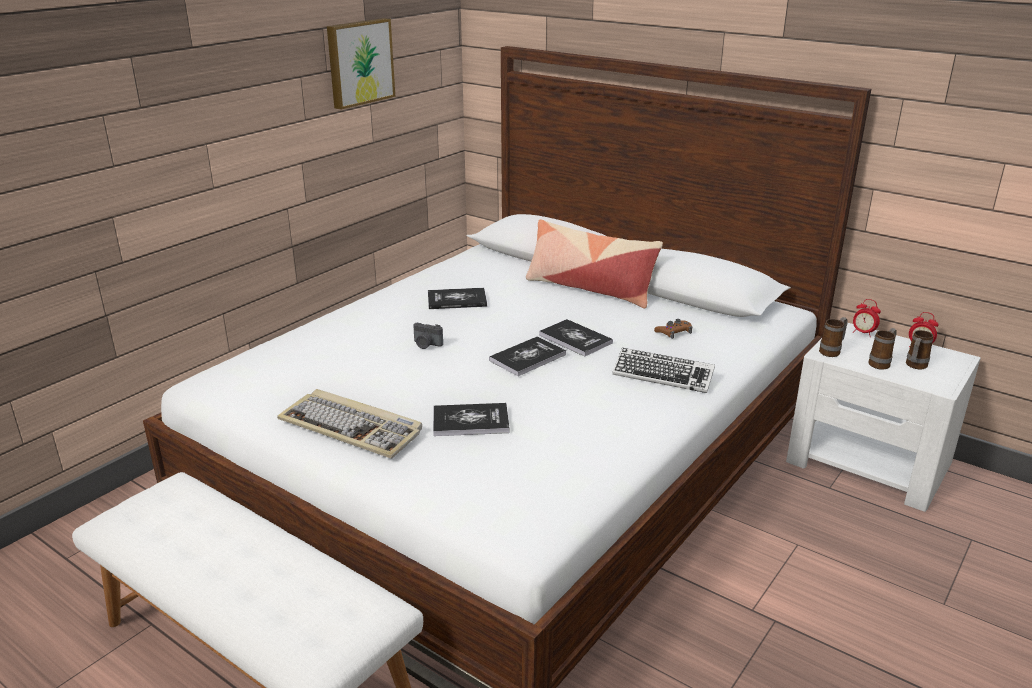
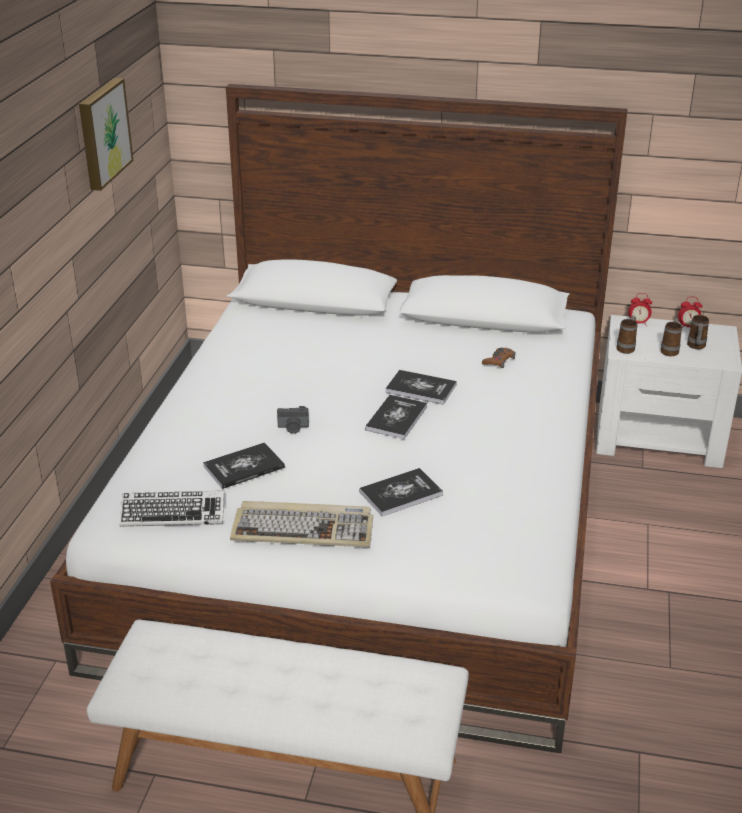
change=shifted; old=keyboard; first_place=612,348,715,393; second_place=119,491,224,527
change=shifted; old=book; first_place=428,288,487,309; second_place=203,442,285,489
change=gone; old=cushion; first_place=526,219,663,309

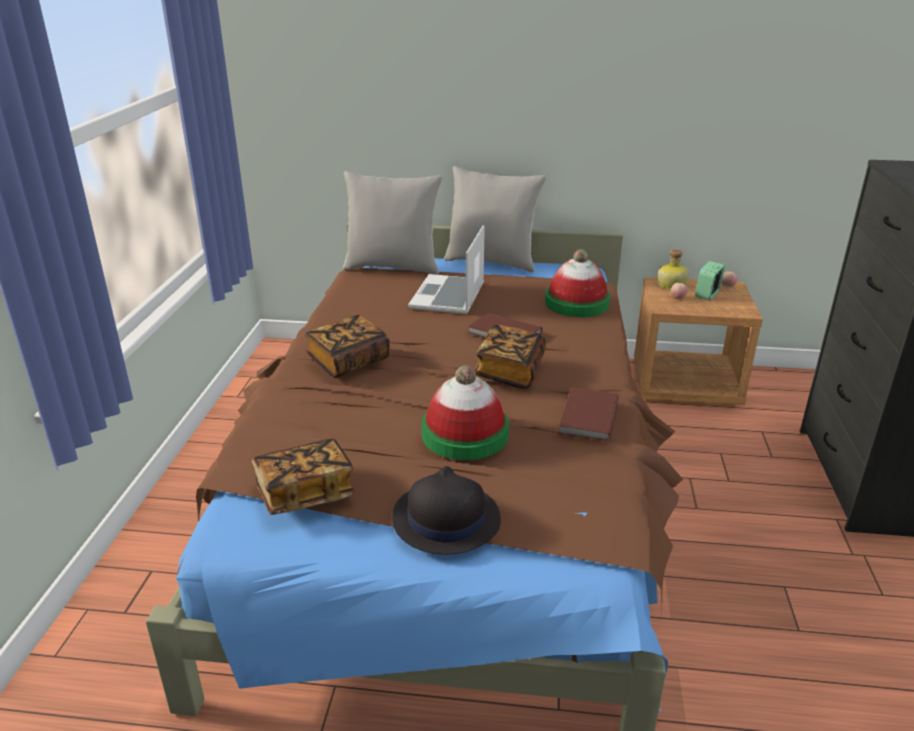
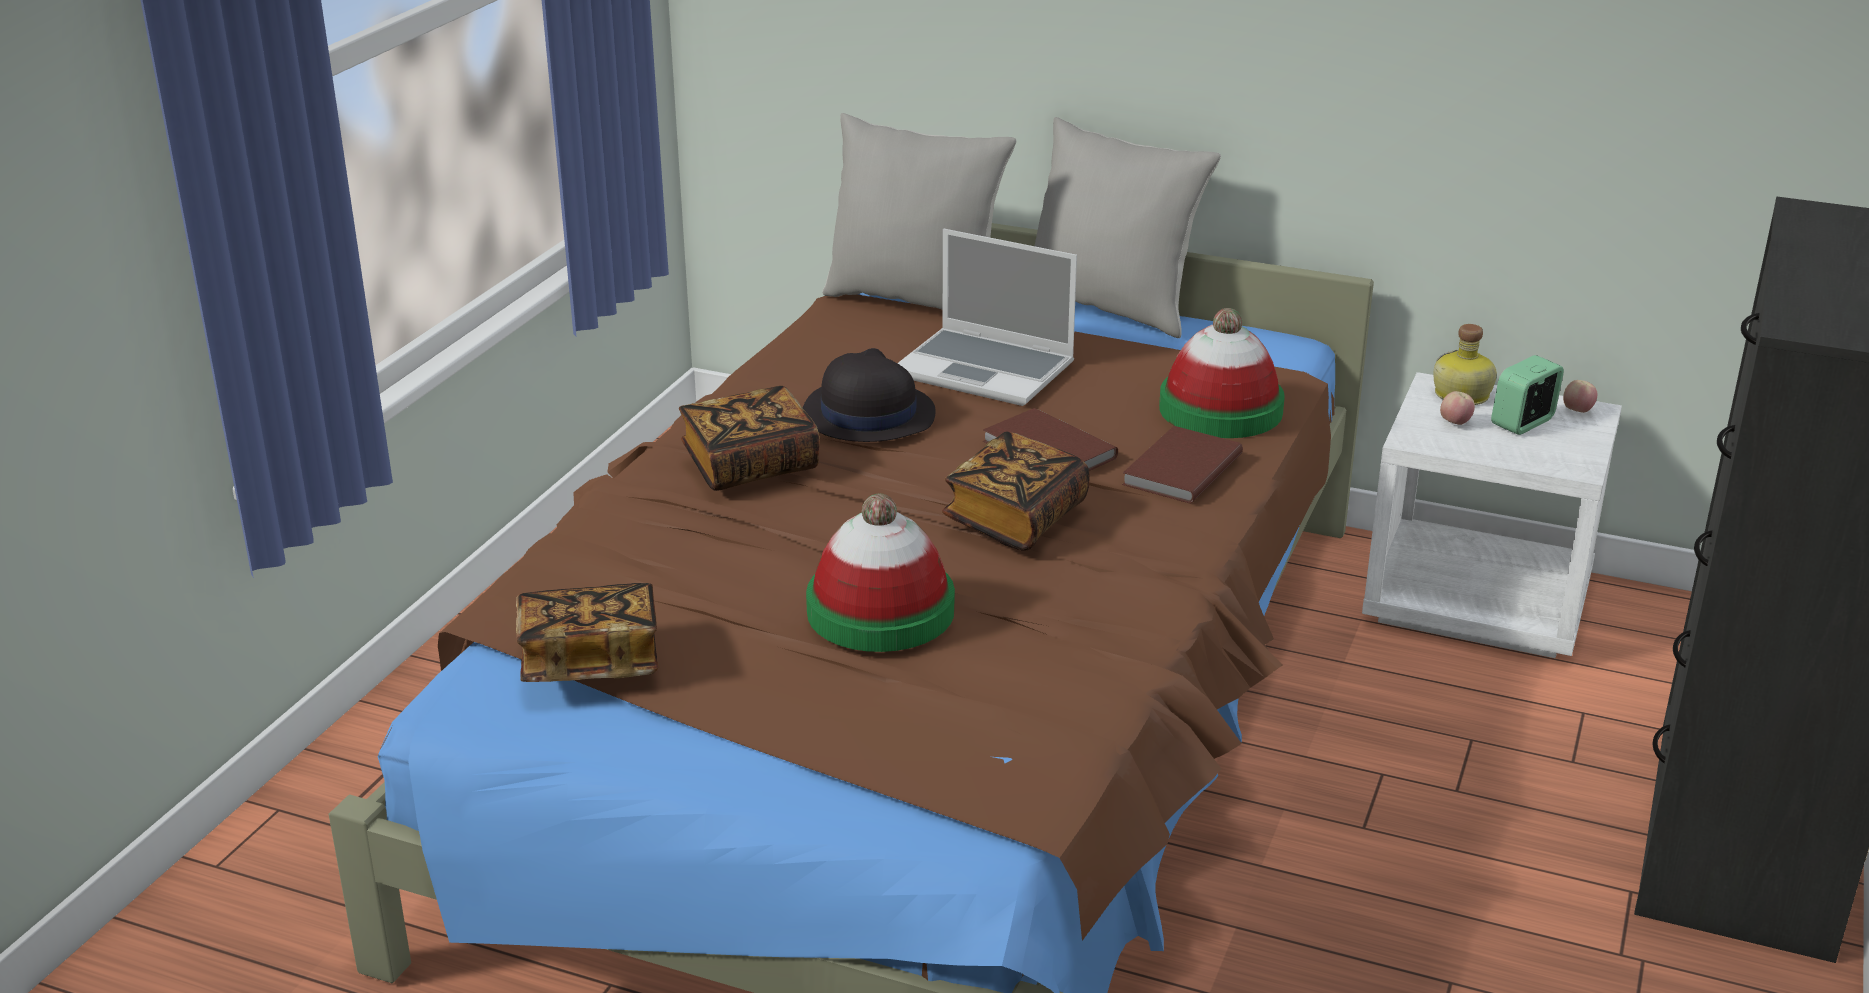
change=shifted; old=black_hat; first_place=392,466,501,554; second_place=803,348,936,442
change=rotated; old=laptop; first_place=408,225,485,314; second_place=897,228,1077,406; degrees=-90
change=shifted; old=brownish_book; first_place=558,387,619,441; second_place=1122,426,1243,504
change=repainted; old=brownish_night_table; new=whitish_night_table; first_place=634,277,763,407; second_place=1362,372,1622,658

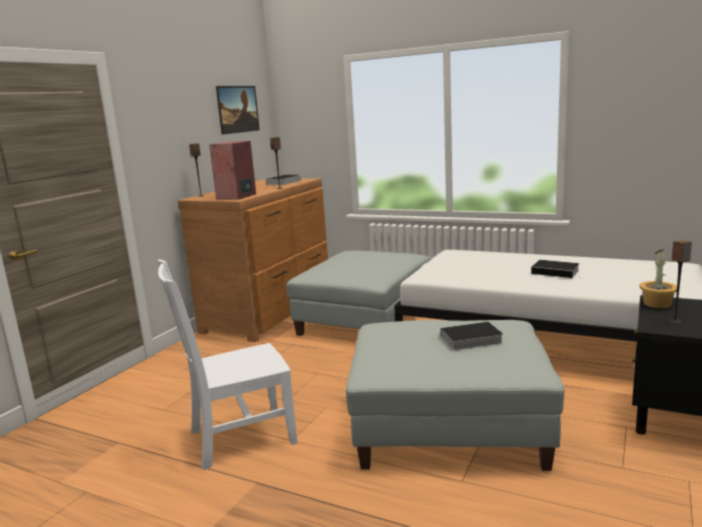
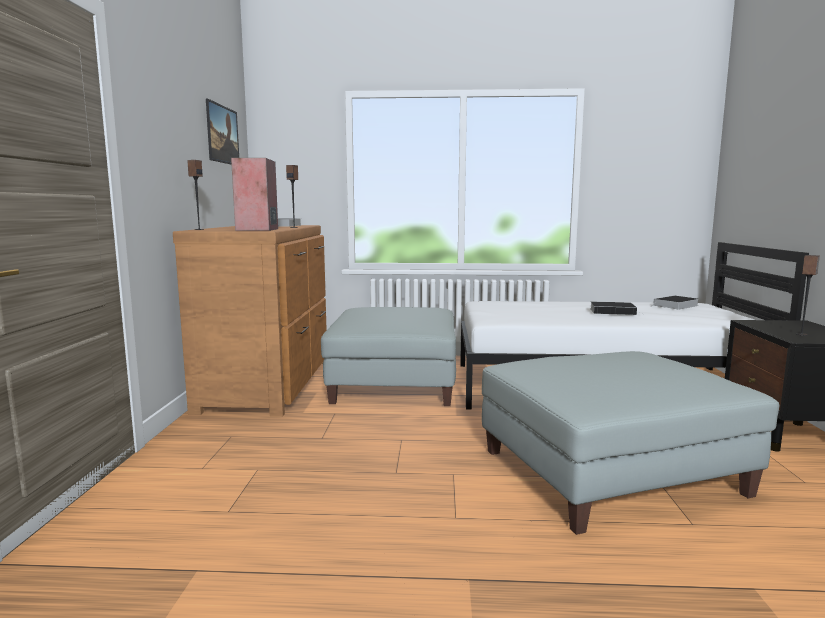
change=shifted; old=book; first_place=437,321,503,351; second_place=653,296,698,309
change=gone; old=whitish_plain_chair; first_place=157,259,297,470
change=gone; old=potted_plant; first_place=639,249,677,308

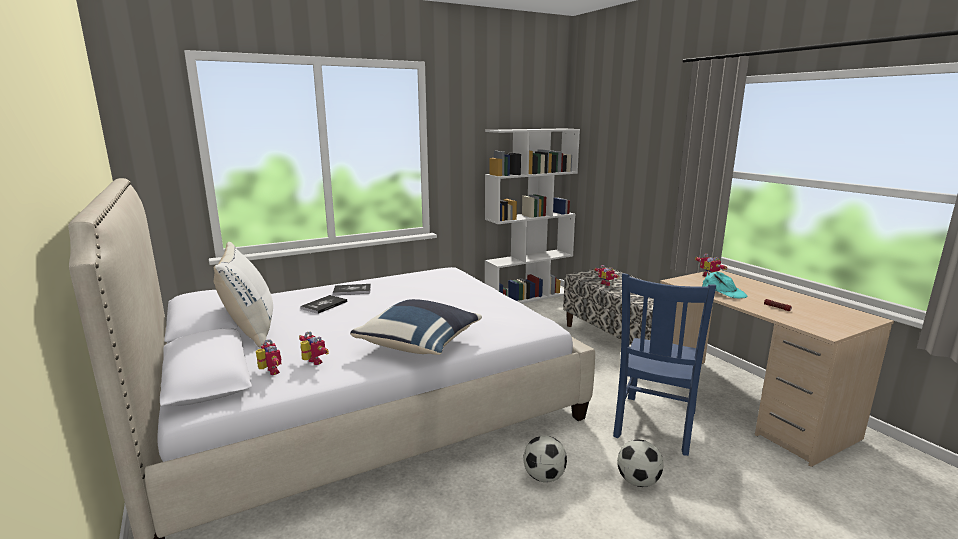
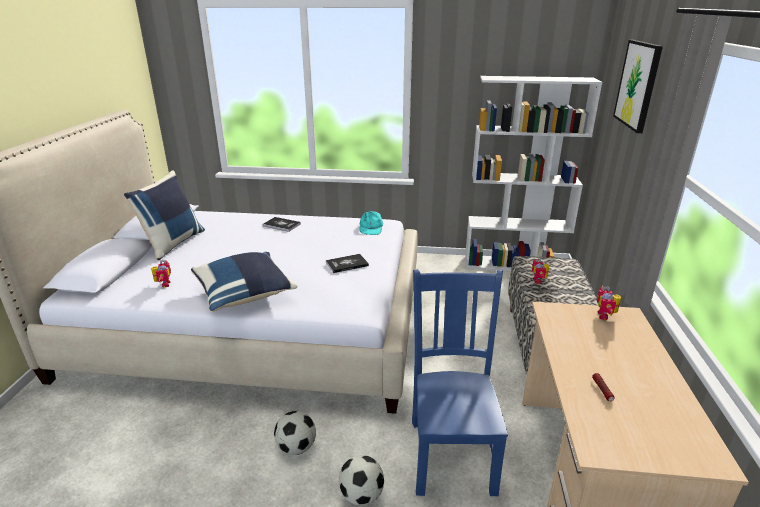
change=repainted; old=whitish_cushion; new=blue_cushion; first_place=214,242,273,348; second_place=124,170,205,260
change=shifted; old=book; first_place=300,295,347,314; second_place=326,254,369,273
change=shifted; old=blue-green_cap; first_place=702,272,748,298; second_place=359,211,383,235
change=rotated; old=blue_plain_chair; first_place=613,273,716,456; second_place=412,269,508,496; degrees=120
change=new; new=picture; second_place=613,40,663,133
change=gone; old=toy_robot; first_place=256,340,282,375

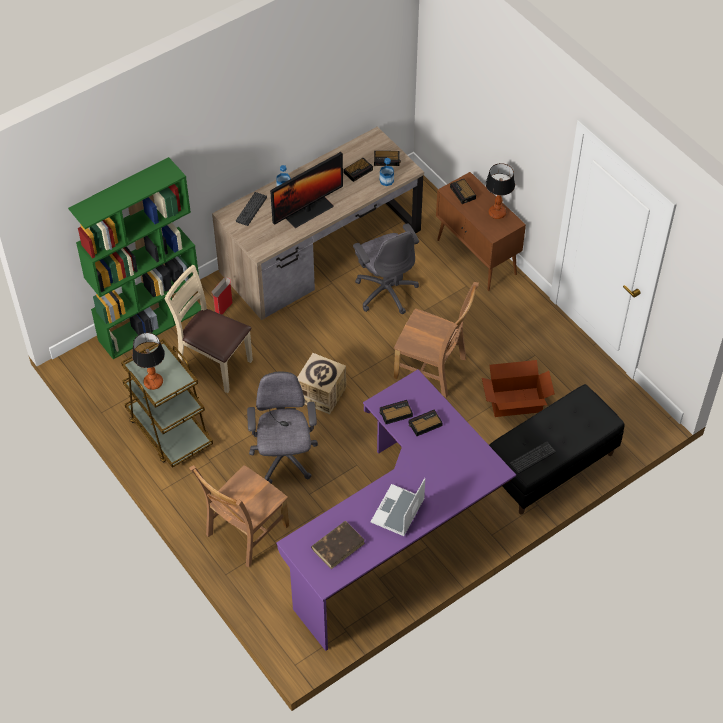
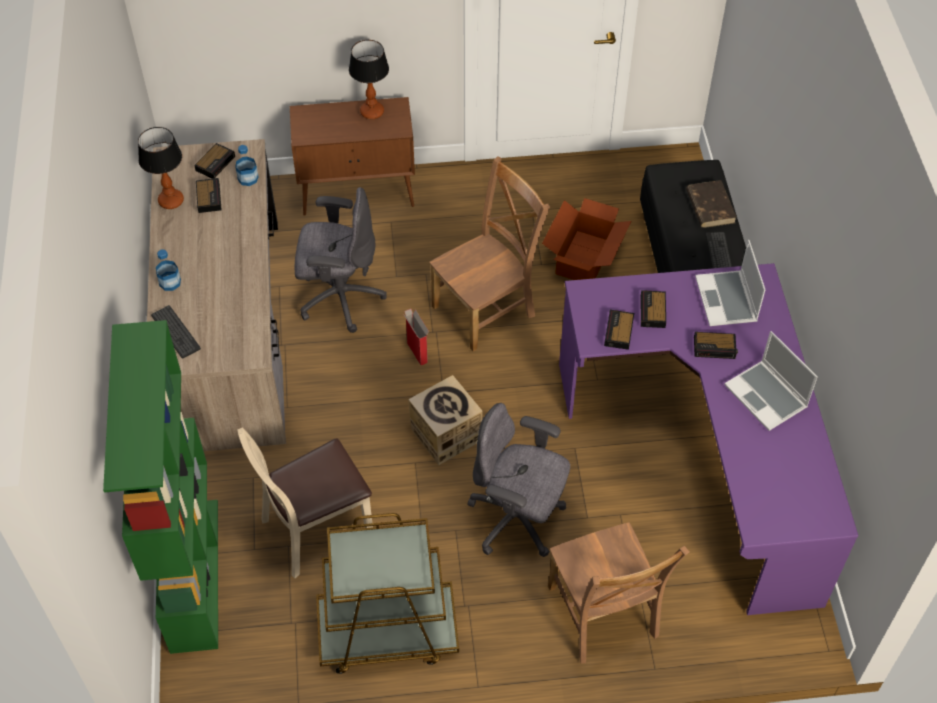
change=shifted; old=tabletop_lamp; first_place=132,333,165,390; second_place=138,127,184,209
change=shifted; old=carton; first_place=211,277,233,315; second_place=403,308,429,365
change=shifted; old=brownish_book; first_place=311,521,365,569; second_place=686,180,737,228
change=shifted; old=bedside_clock; first_place=450,179,476,204; second_place=694,332,738,359
change=new; new=laptop; second_place=695,240,765,326
change=gone; old=computer_screen; first_place=270,152,343,228

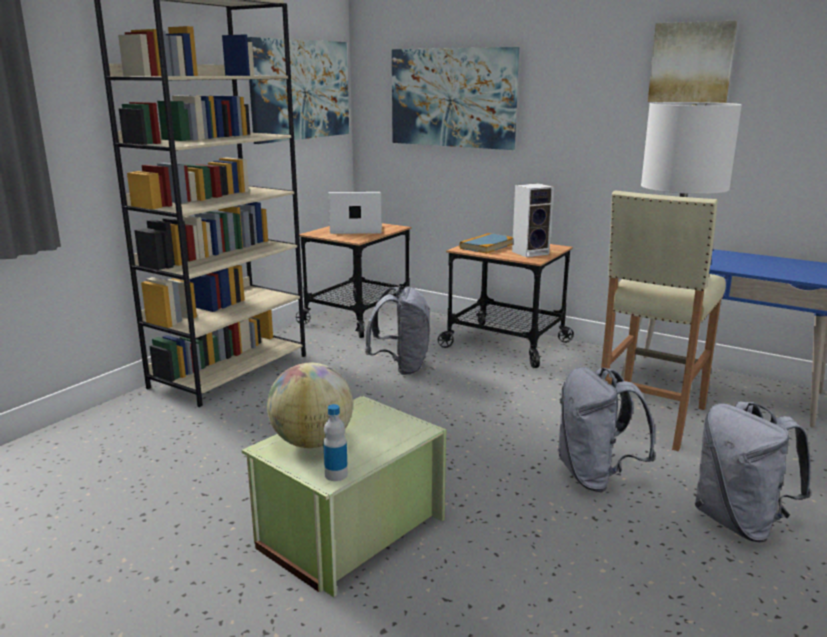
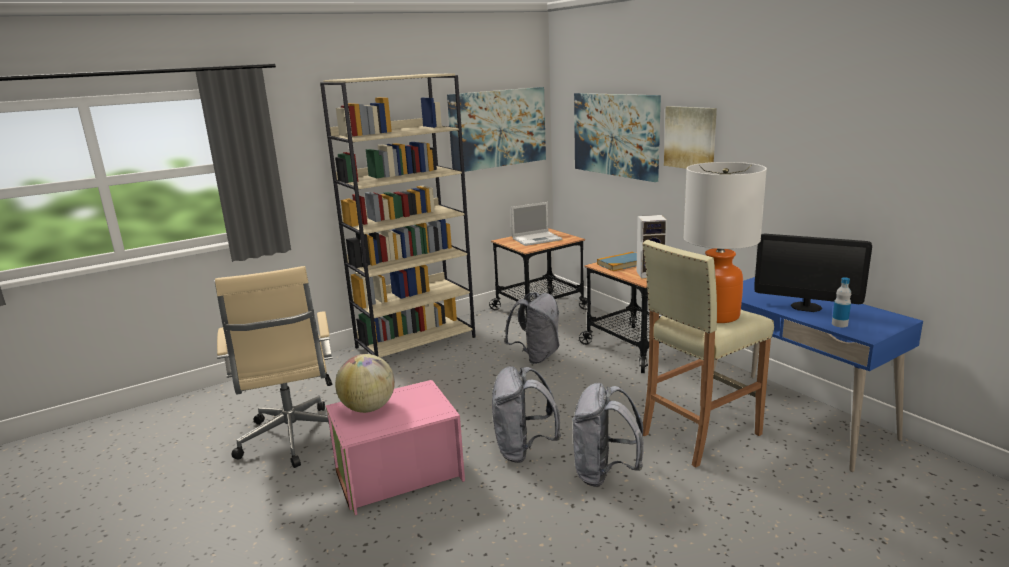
change=new; new=beige-coloured_office_chair; second_place=214,266,333,468
change=repainted; old=green_storage_box; new=pink-coloured_storage_box; first_place=242,396,446,597; second_place=326,380,465,515
change=shifted; old=greyish_rucksack; first_place=695,401,811,542; second_place=492,366,561,463
change=rotated; old=laptop; first_place=328,192,382,234; second_place=511,202,562,246; degrees=135
change=shifted; old=picture; first_place=648,21,738,103; second_place=664,106,717,169
change=new; new=computer_screen; second_place=754,234,872,312
change=shifted; old=beverage_bottle; first_place=323,404,348,481; second_place=832,277,851,327

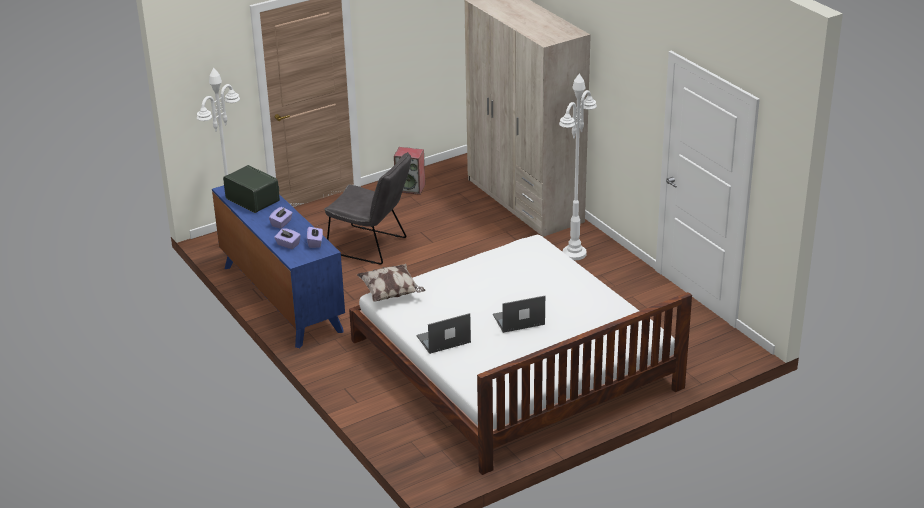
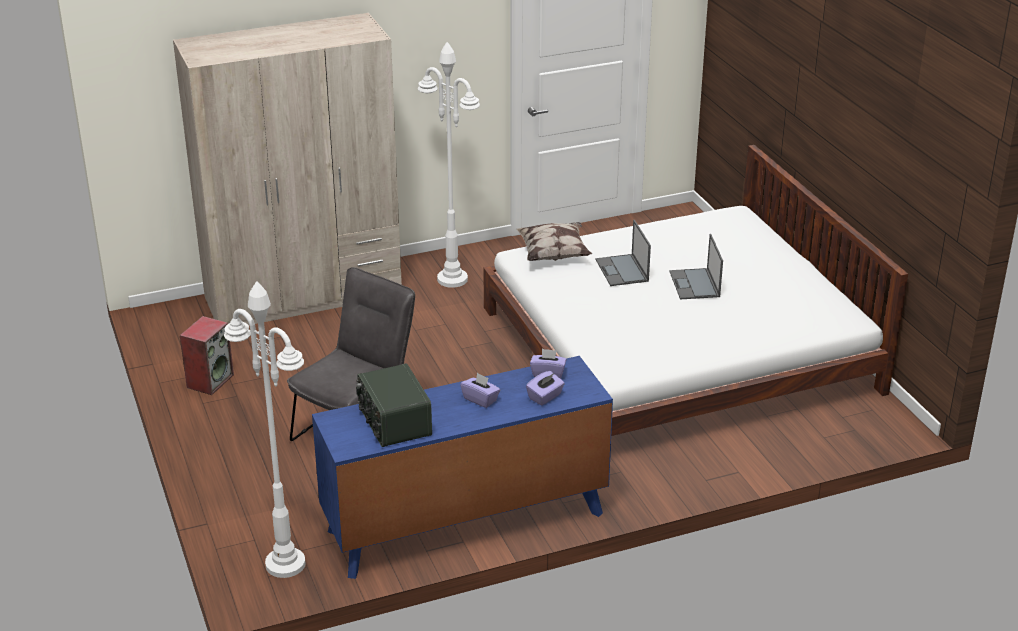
change=rotated; old=radio_set; first_place=223,165,280,213; second_place=356,363,432,447; degrees=-75
change=shifted; old=cushion; first_place=357,264,425,302; second_place=516,222,592,261
change=shifted; old=laptop; first_place=417,313,471,354; second_place=596,220,651,286

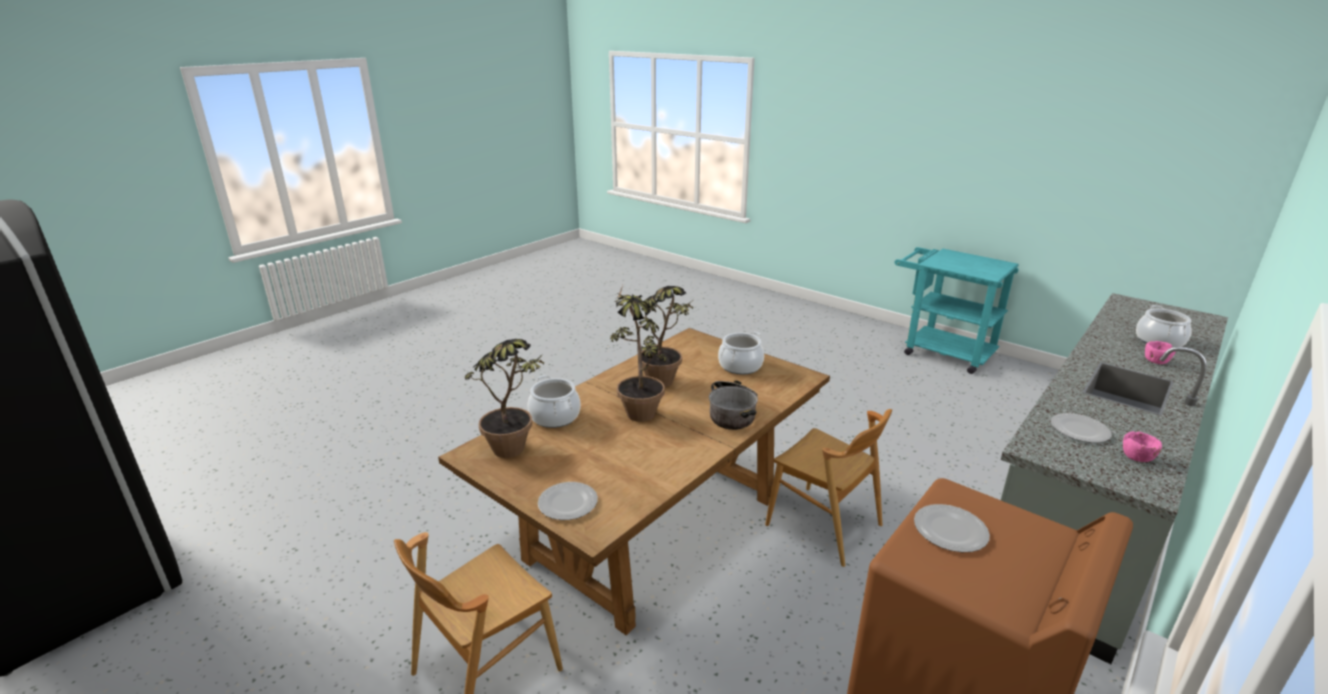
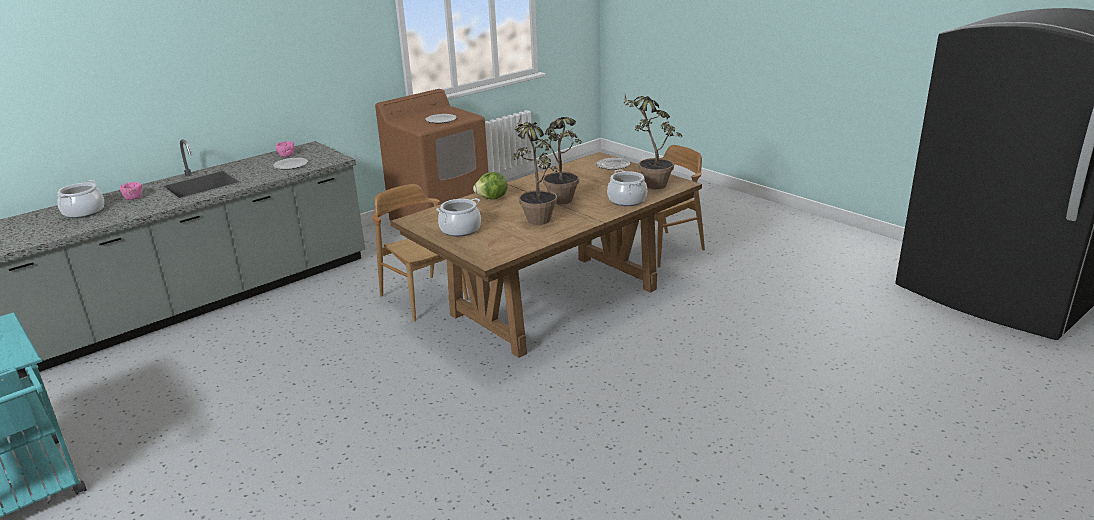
change=swapped; old=cooking_pot; new=lettuce; first_place=709,381,758,430; second_place=473,172,507,199

